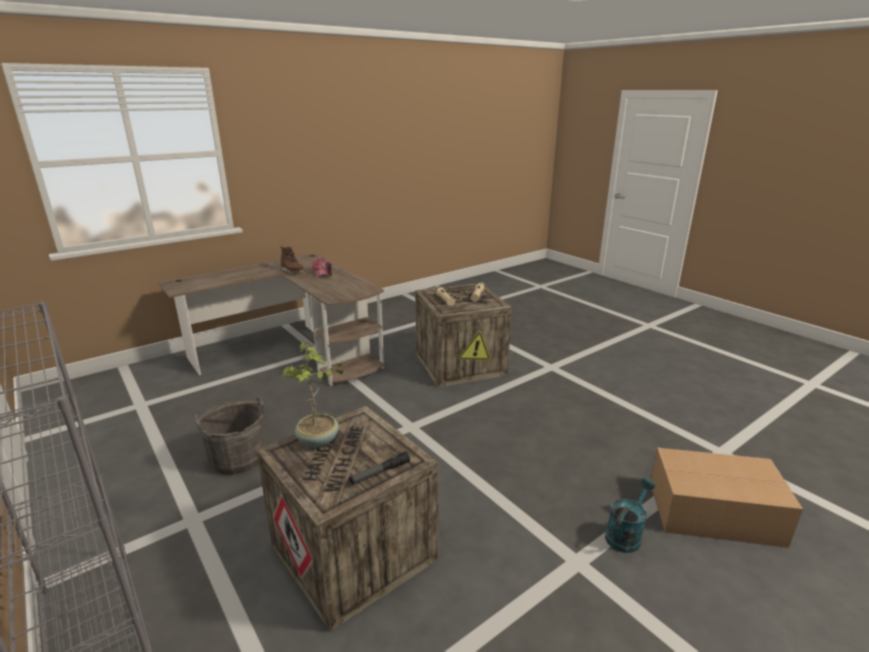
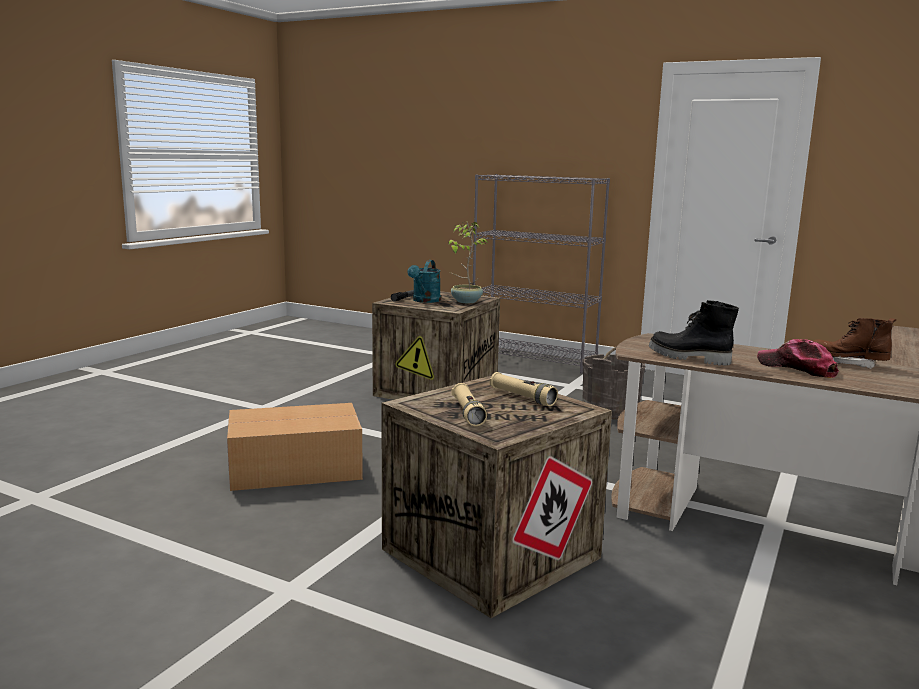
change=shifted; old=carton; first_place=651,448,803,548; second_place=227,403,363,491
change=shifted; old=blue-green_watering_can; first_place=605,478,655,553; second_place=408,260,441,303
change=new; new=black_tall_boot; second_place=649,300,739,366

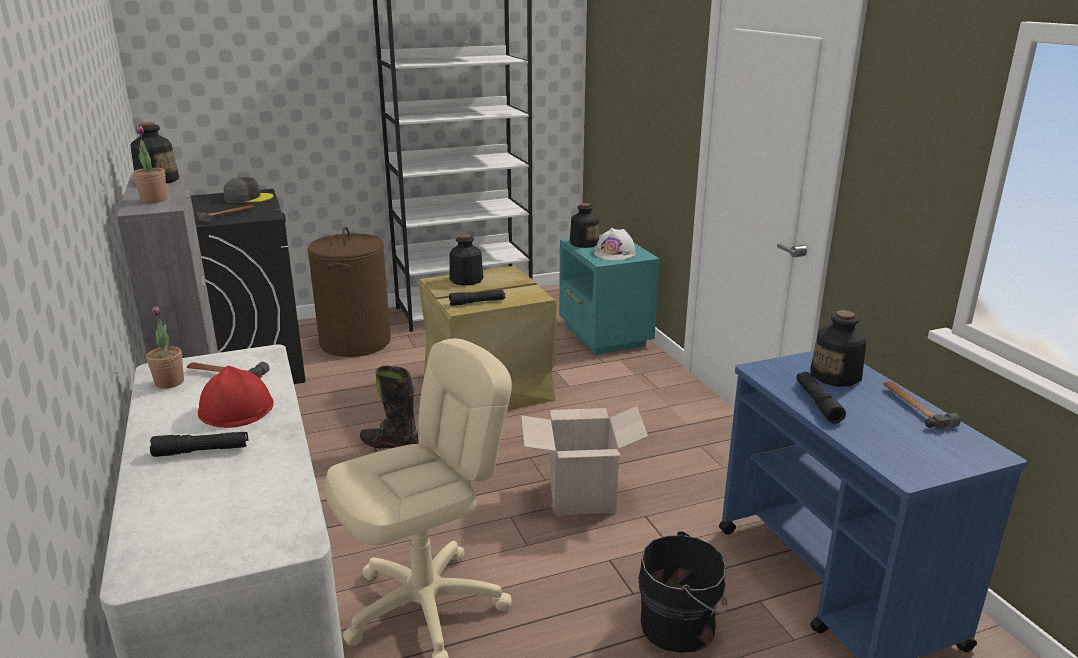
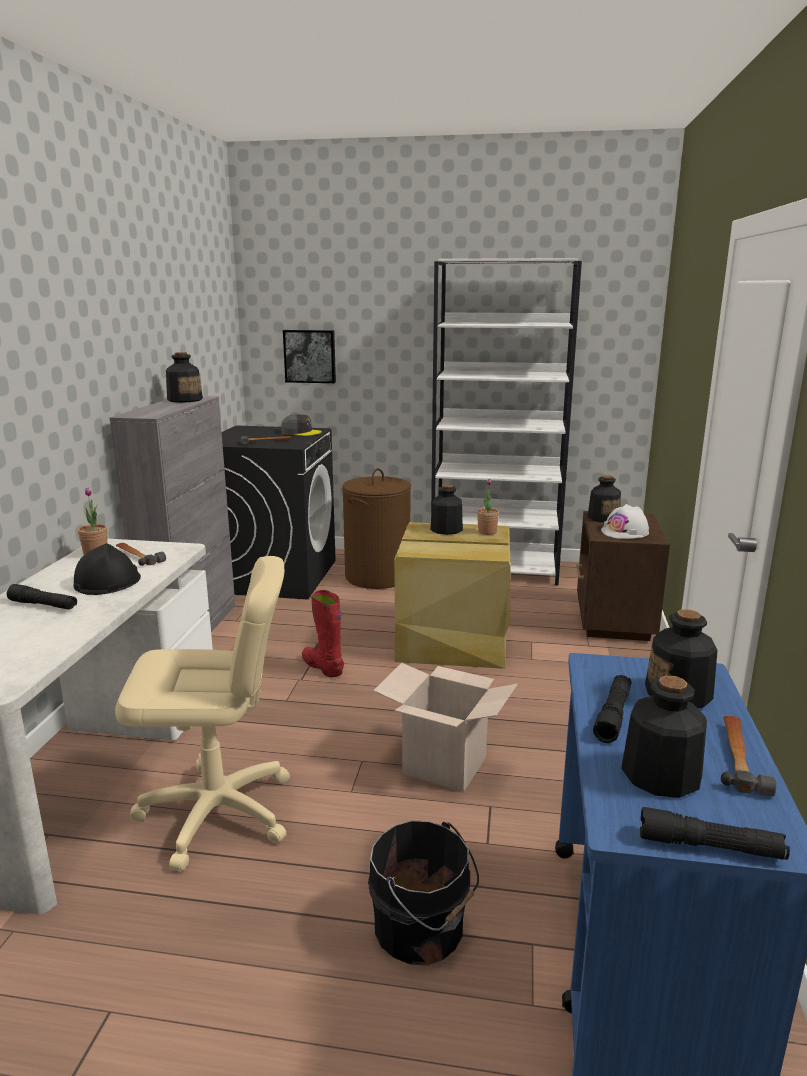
change=repainted; old=red-coloured_safety_helmet; new=black_safety_helmet; first_place=198,366,274,428; second_place=73,544,141,595
change=new; new=picture; second_place=283,330,336,383
change=repainted; old=black_tall_boot; new=red-coloured_tall_boot; first_place=360,366,419,448; second_place=302,590,344,677
change=shifted; old=potted_plant; first_place=133,126,167,203; second_place=477,479,499,535
change=repainted; old=blue-green_night_table; new=brownish_night_table; first_place=559,234,660,355; second_place=576,511,670,641
change=new; new=beverage_bottle; second_place=621,675,707,798
change=shifted; old=black_torch; first_place=449,290,505,306; second_place=640,807,790,860

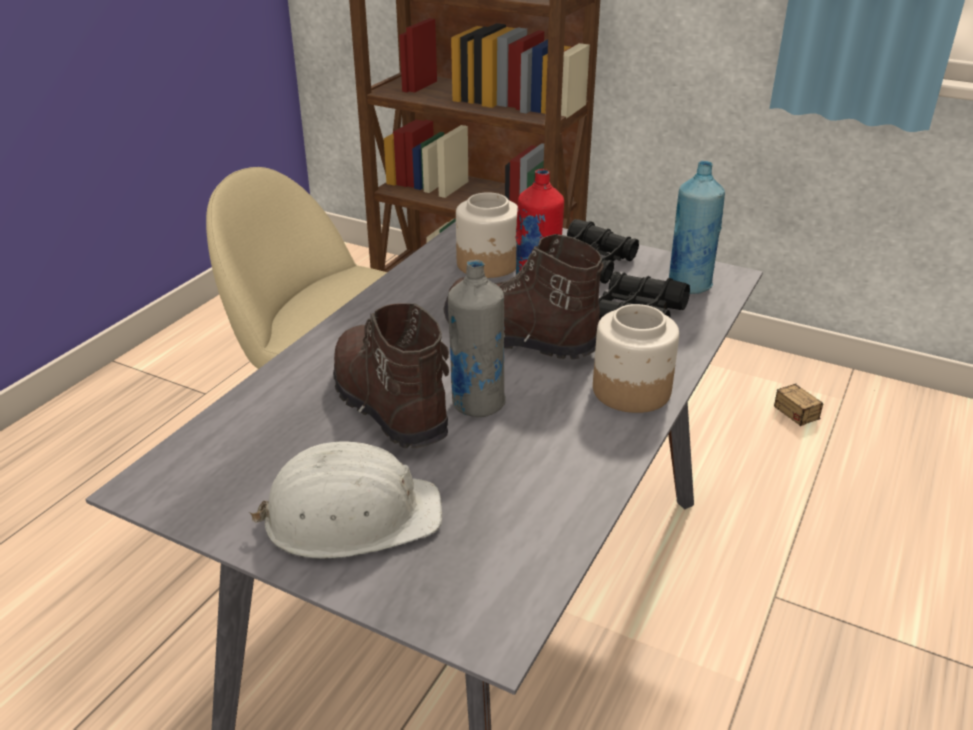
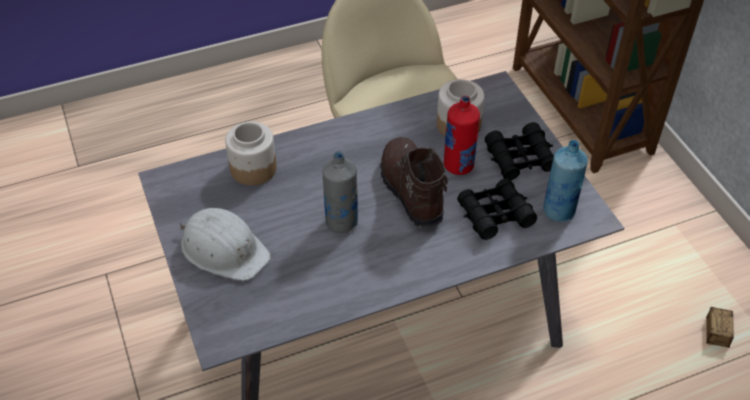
change=shifted; old=jar; first_place=593,304,679,413; second_place=225,122,277,186
change=gone; old=brownish_tall_boot; first_place=333,303,449,448

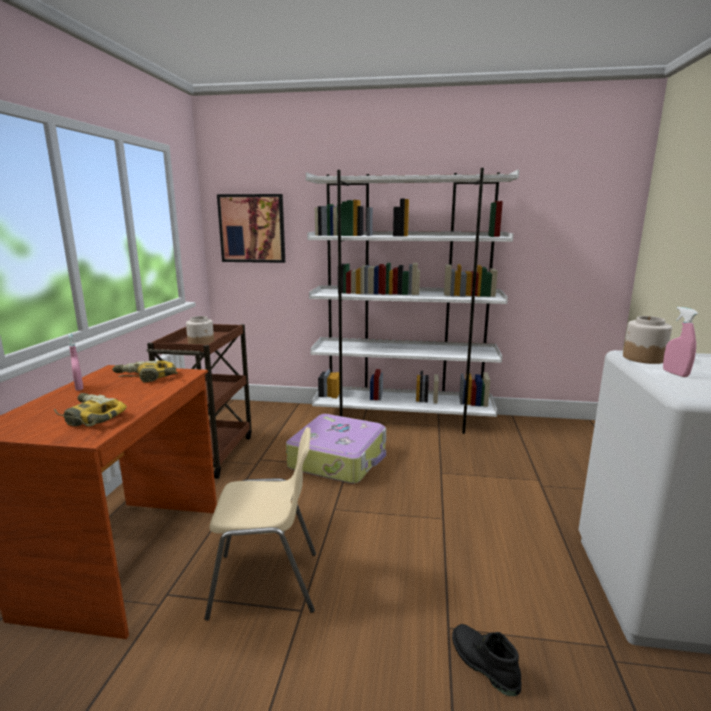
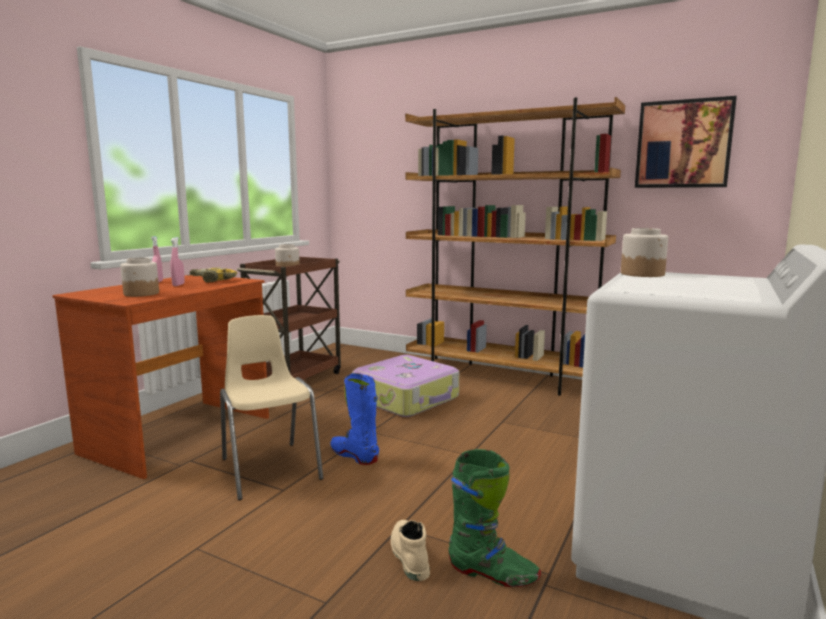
change=swapped; old=power_drill; new=jar; first_place=54,393,127,427; second_place=120,257,159,297
change=shifted; old=pink-coloured_hand_sprayer; first_place=663,307,698,377; second_place=171,237,185,286
change=rotated; old=beige-coloured_plain_chair; first_place=205,427,316,621; second_place=220,315,323,500; degrees=-135
change=new; new=blue_tall_boot; second_place=330,373,379,465
change=repainted; old=black_tall_boot; new=beige-coloured_tall_boot; first_place=452,624,521,696; second_place=391,520,430,581
change=repainted; old=whitish_bookshelf; new=brownish_bookshelf; first_place=306,168,519,434; second_place=405,97,625,396
change=new; new=green_tall_boot; second_place=448,449,541,587
change=shifted; old=picture; first_place=217,194,285,263; second_place=635,96,737,188

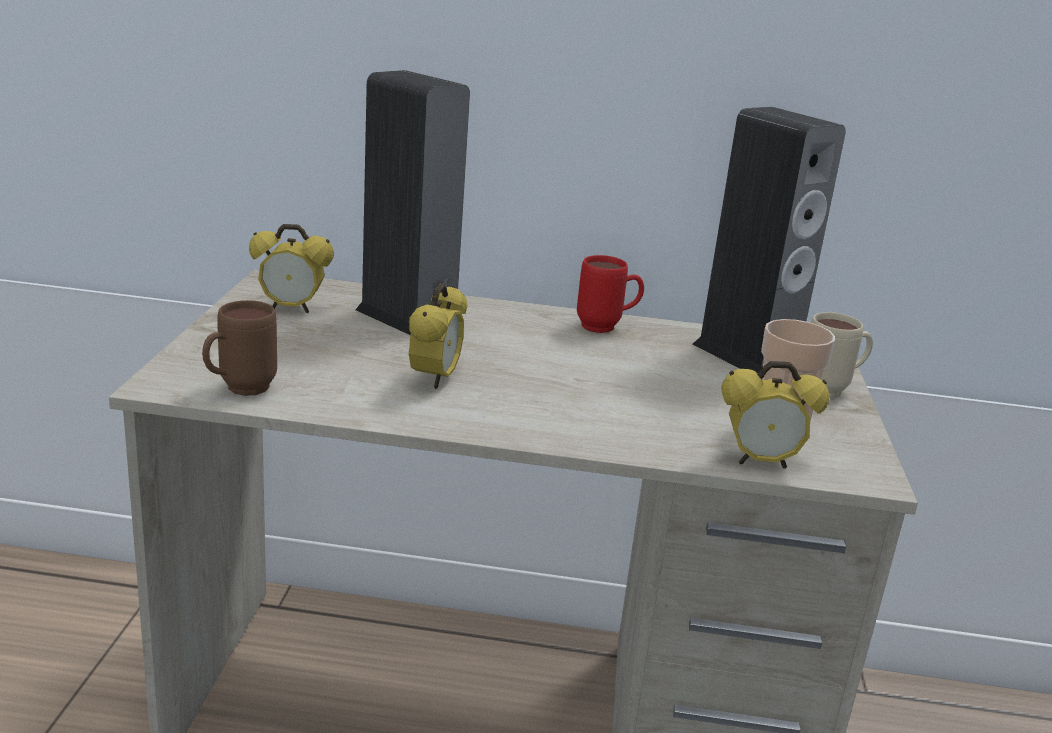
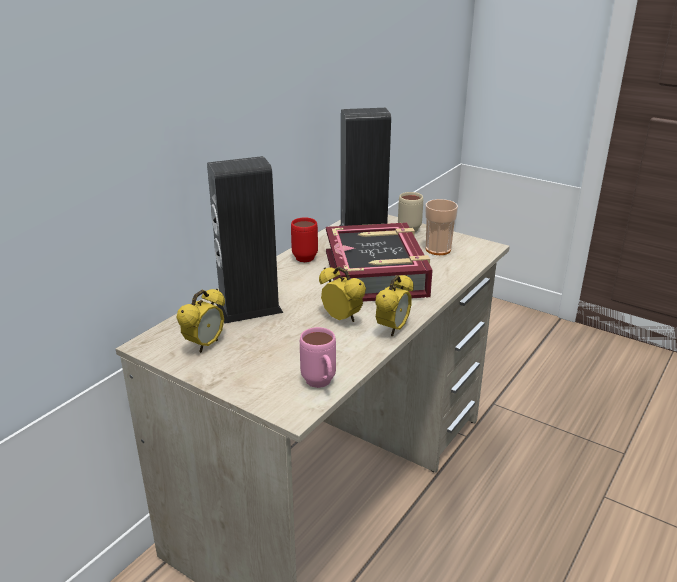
change=repainted; old=brownish_coffee_mug; new=pink-coloured_coffee_mug; first_place=202,300,277,396; second_place=300,327,336,388
change=new; new=book; second_place=326,223,433,302
change=shifted; old=bedside_clock; first_place=721,361,829,469; second_place=375,275,414,336

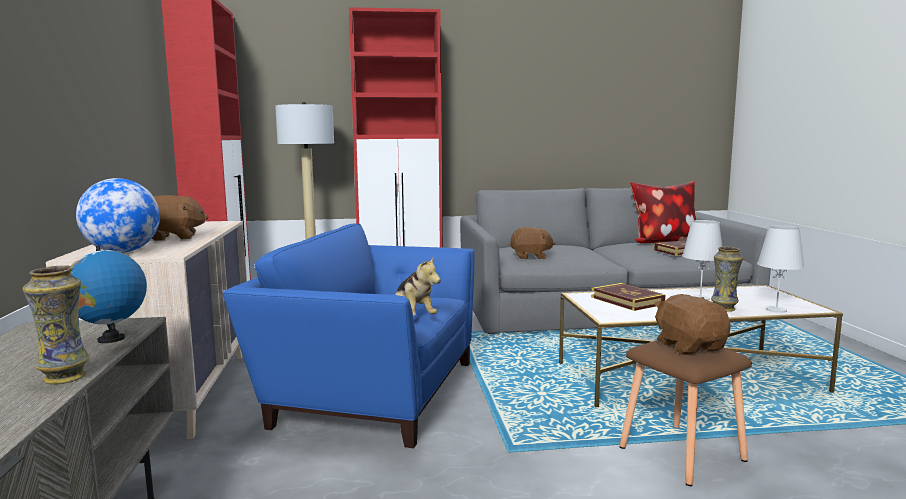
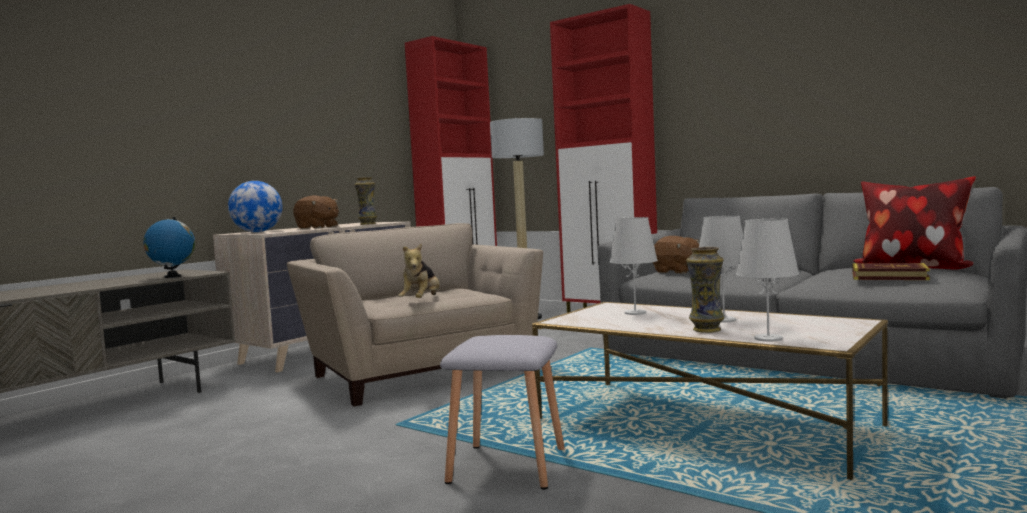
change=repainted; old=blue_lounge_chair; new=beige-coloured_lounge_chair; first_place=223,223,475,448; second_place=287,223,543,407
change=shifted; old=decorative_vase; first_place=22,266,89,384; second_place=354,177,377,225
change=repainted; old=brownish_sitting_stool; new=greyish_sitting_stool; first_place=619,340,752,486; second_place=440,335,565,489
change=swapped; old=book; new=whitish_tabletop_lamp; first_place=591,283,666,311; second_place=610,217,658,315
change=gone; old=brownish_plush_toy; first_place=654,294,731,355

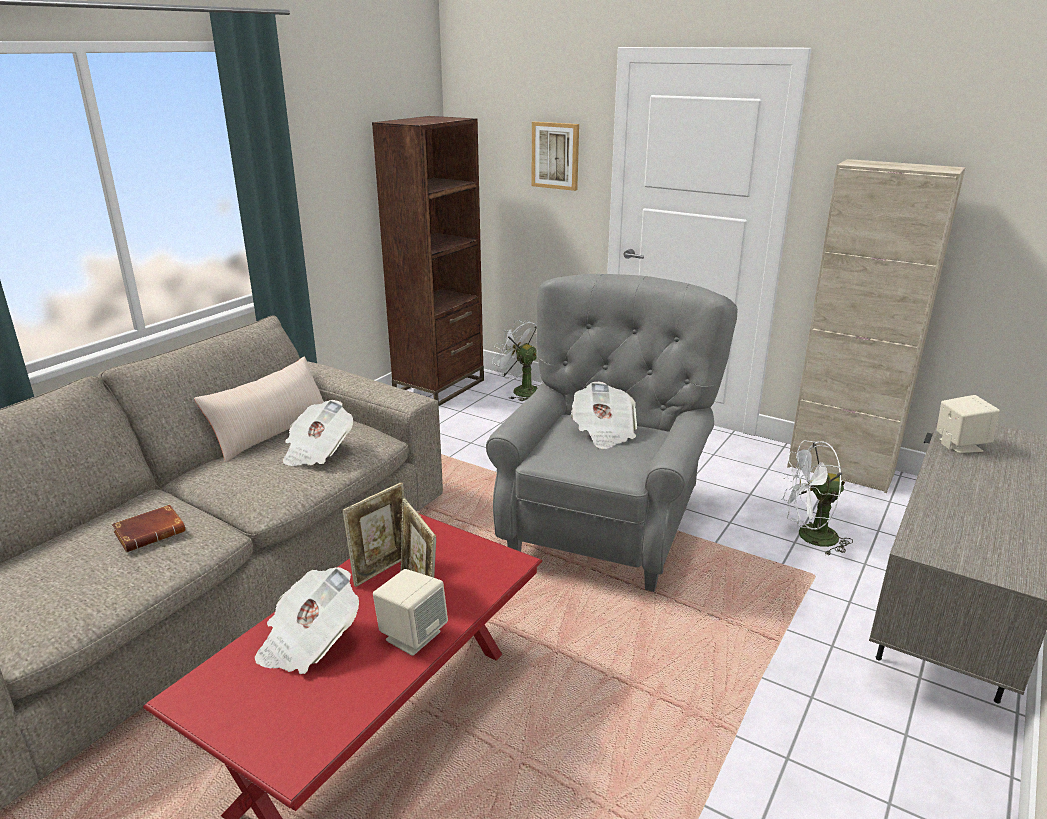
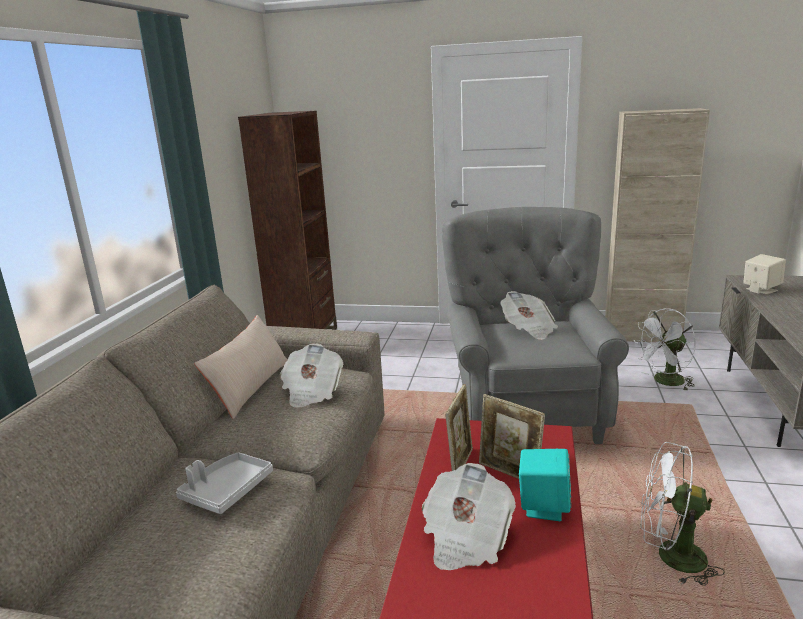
change=swapped; old=brownish_book; new=greyish_carrying_tray; first_place=112,504,185,552; second_place=176,452,273,514
change=repainted; old=beige-coloured_loudspeaker; new=blue-green_loudspeaker; first_place=373,569,448,656; second_place=519,449,571,521
change=shifted; old=whitish_fan; first_place=492,320,538,401; second_place=640,442,725,586
change=gone; old=picture; first_place=532,122,579,191

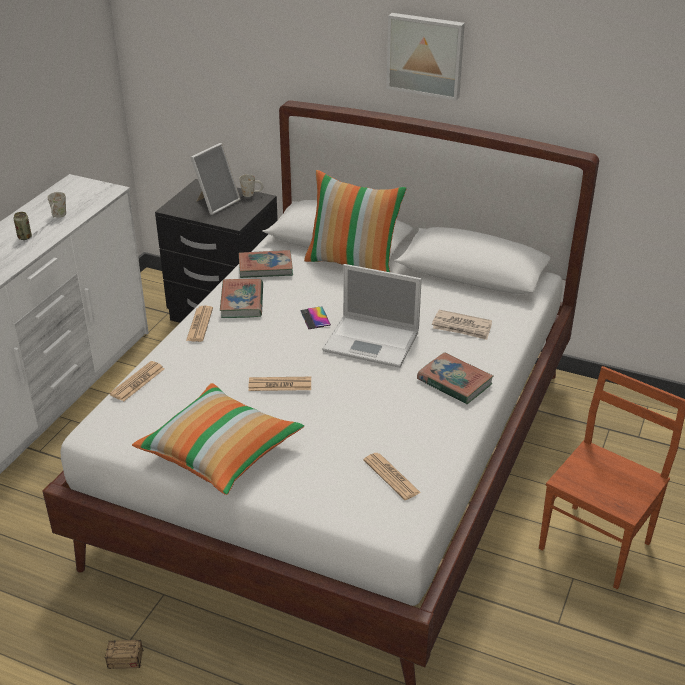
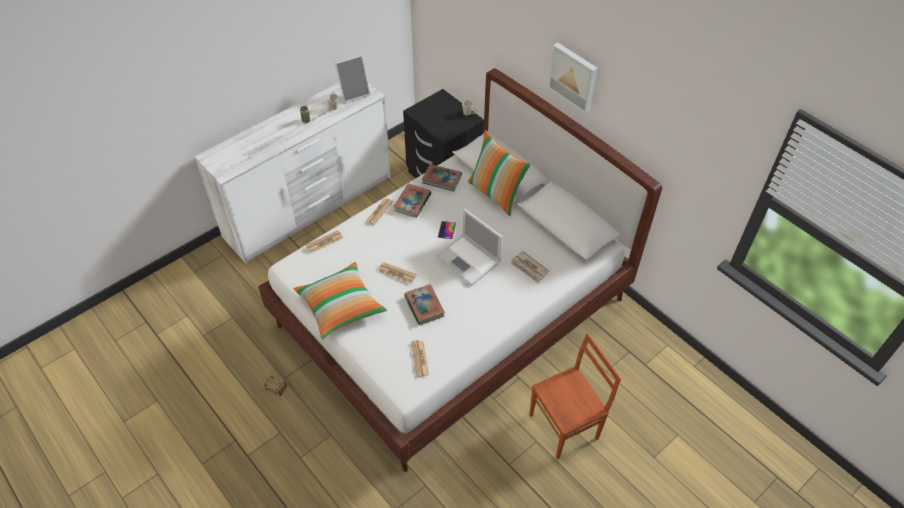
change=shifted; old=photo_frame; first_place=190,143,240,215; second_place=335,55,370,103
change=shifted; old=book; first_place=417,352,494,404; second_place=404,284,445,325

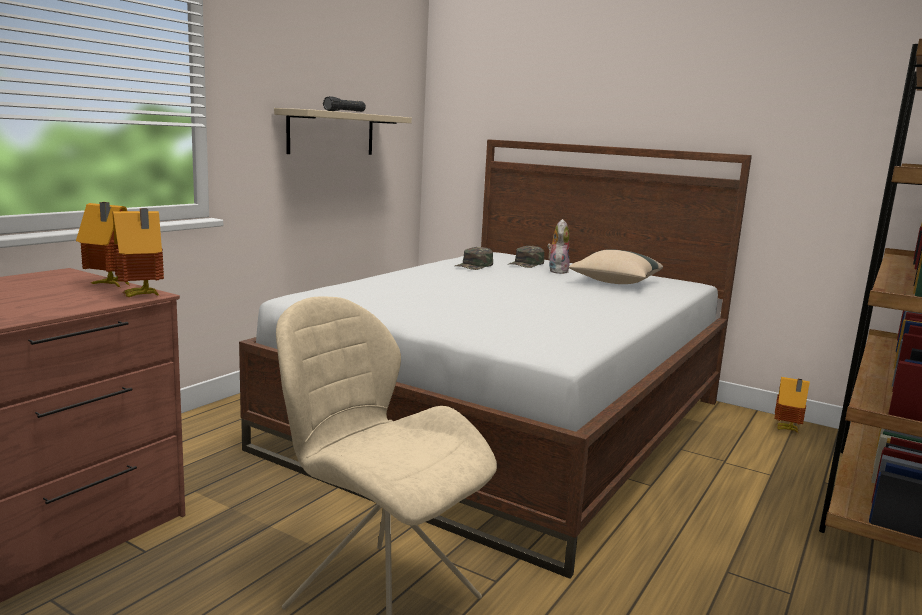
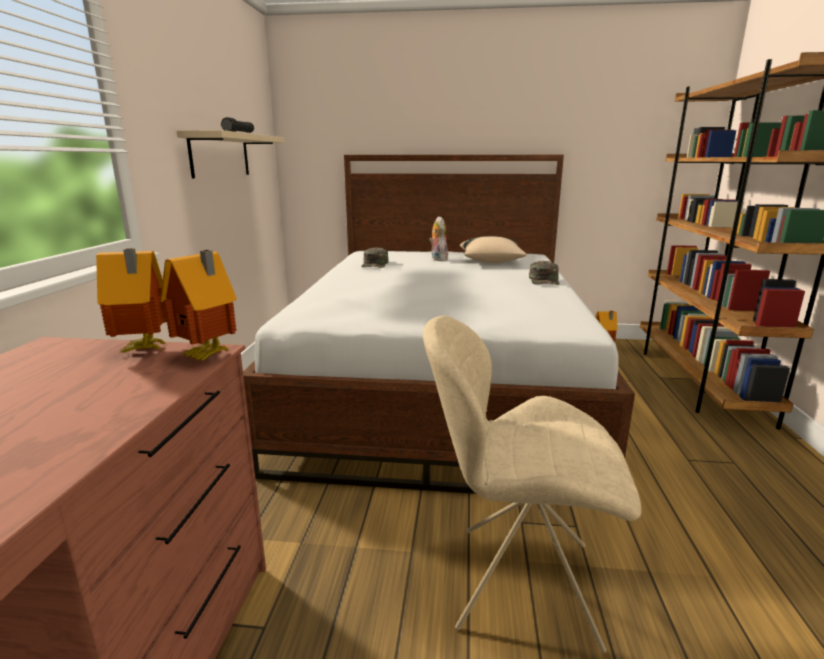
change=shifted; old=green_cap; first_place=509,246,544,268; second_place=529,261,560,285

